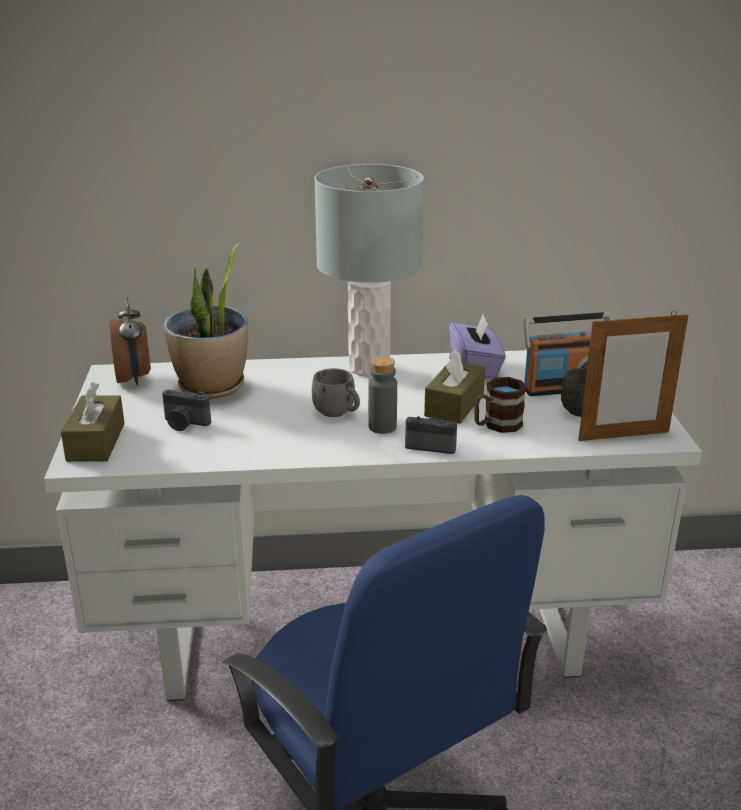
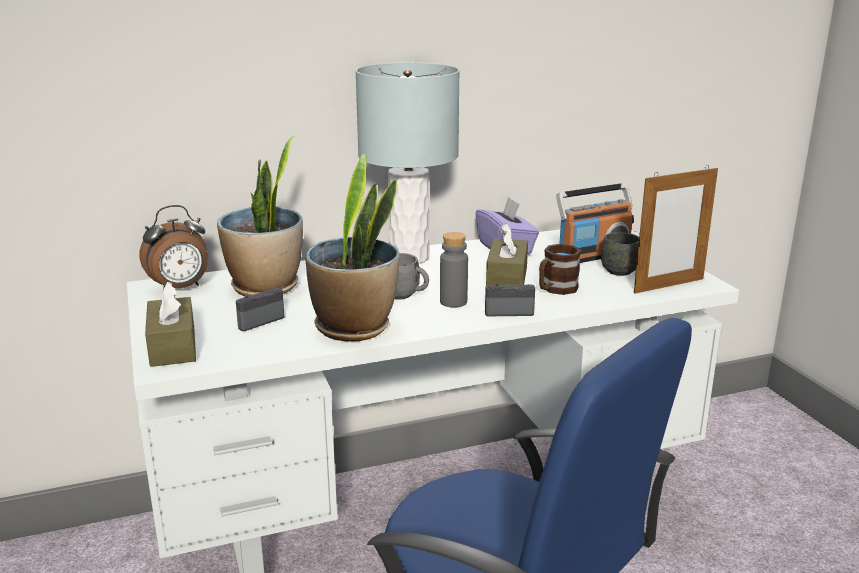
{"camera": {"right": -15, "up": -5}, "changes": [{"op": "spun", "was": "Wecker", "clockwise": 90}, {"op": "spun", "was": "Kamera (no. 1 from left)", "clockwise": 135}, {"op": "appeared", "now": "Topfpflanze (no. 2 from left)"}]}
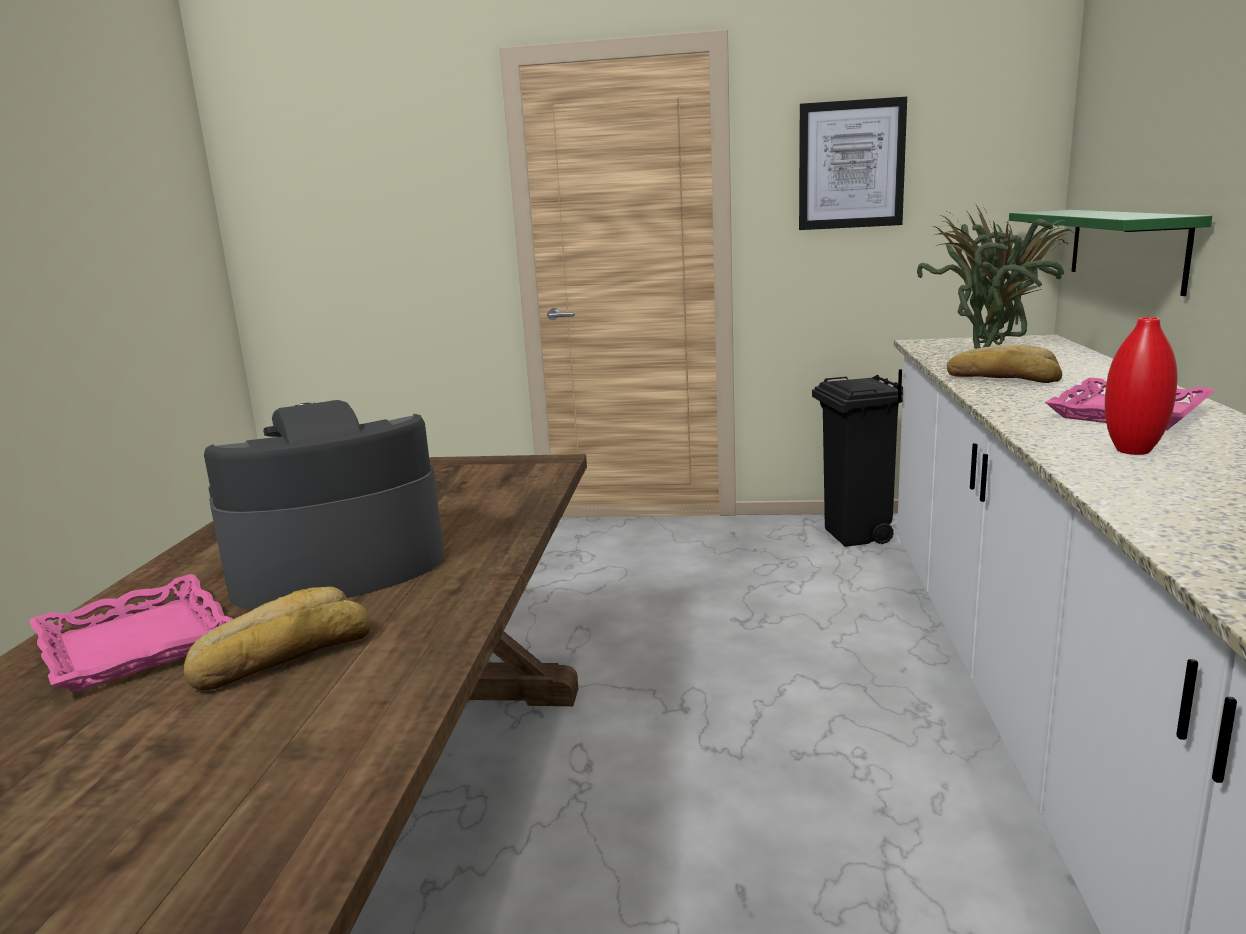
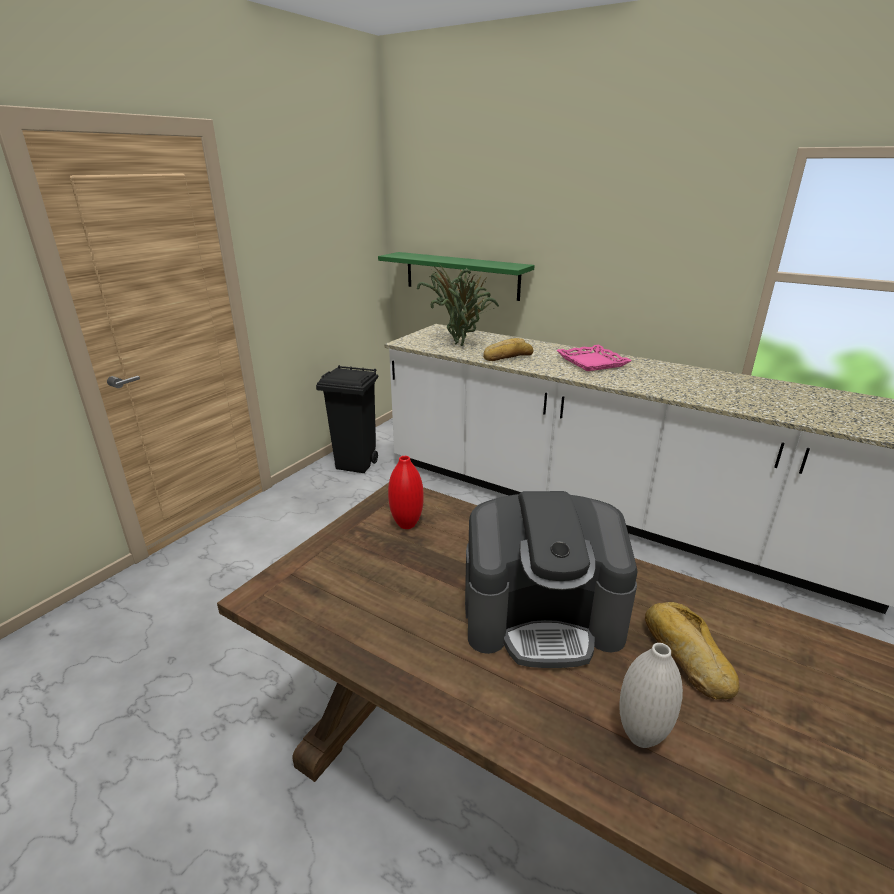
{"camera": {"right": -65, "up": 10}, "changes": [{"op": "relocated", "was": "Vase (rot)"}, {"op": "spun", "was": "Kaffeemaschine", "clockwise": -90}, {"op": "exchanged", "was": "Tablett (rosa) (no. 1 from left)", "now": "Vase (weiß)"}, {"op": "missing", "was": "Bild"}]}
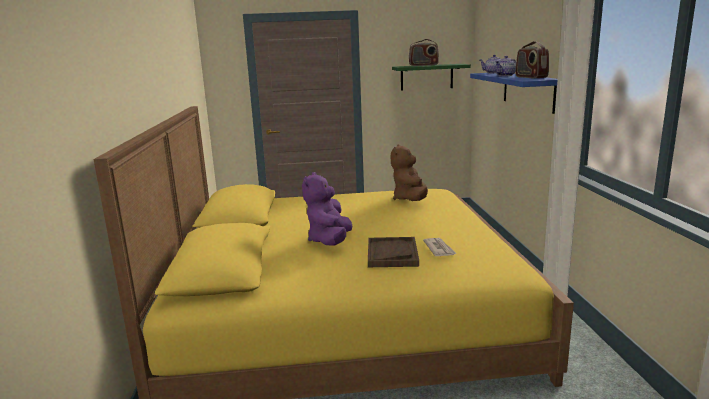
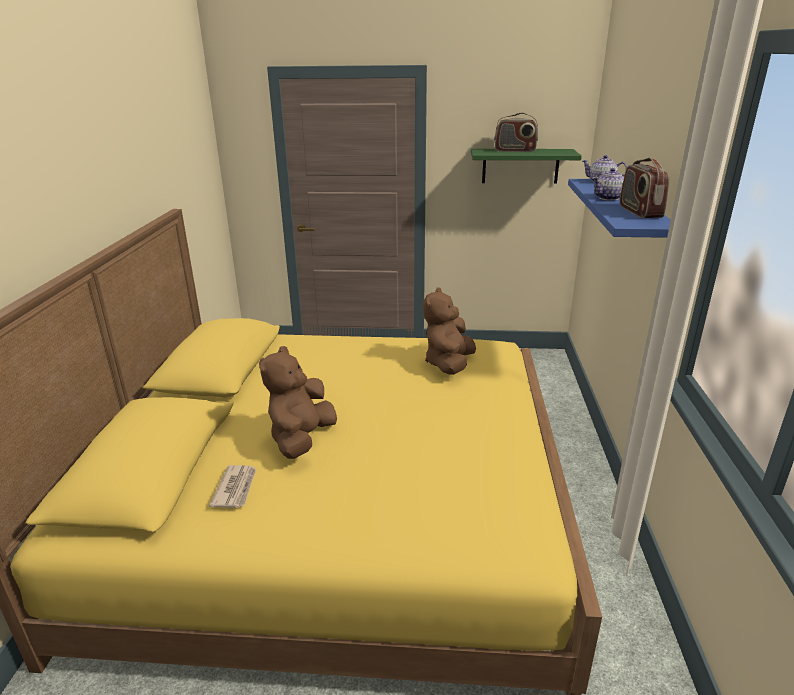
{"camera": {"right": 10, "up": 10}, "changes": [{"op": "relocated", "was": "Zeitung"}, {"op": "colour", "was": "Plüschtier (lila)", "now": "Plüschtier (braun) (no. 1 from left)"}, {"op": "missing", "was": "Tablett (braun)"}]}
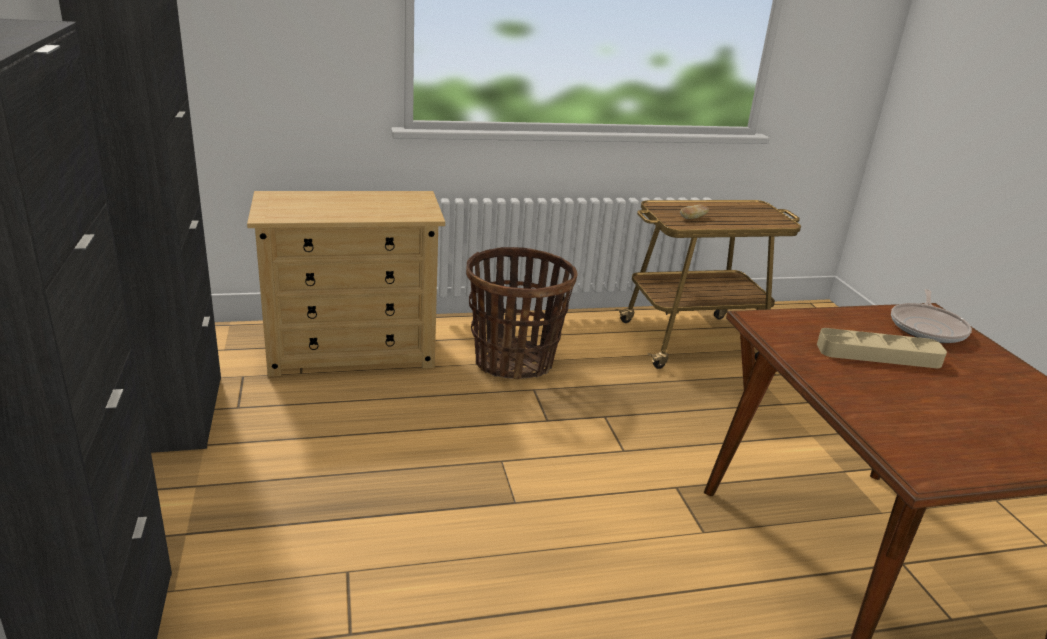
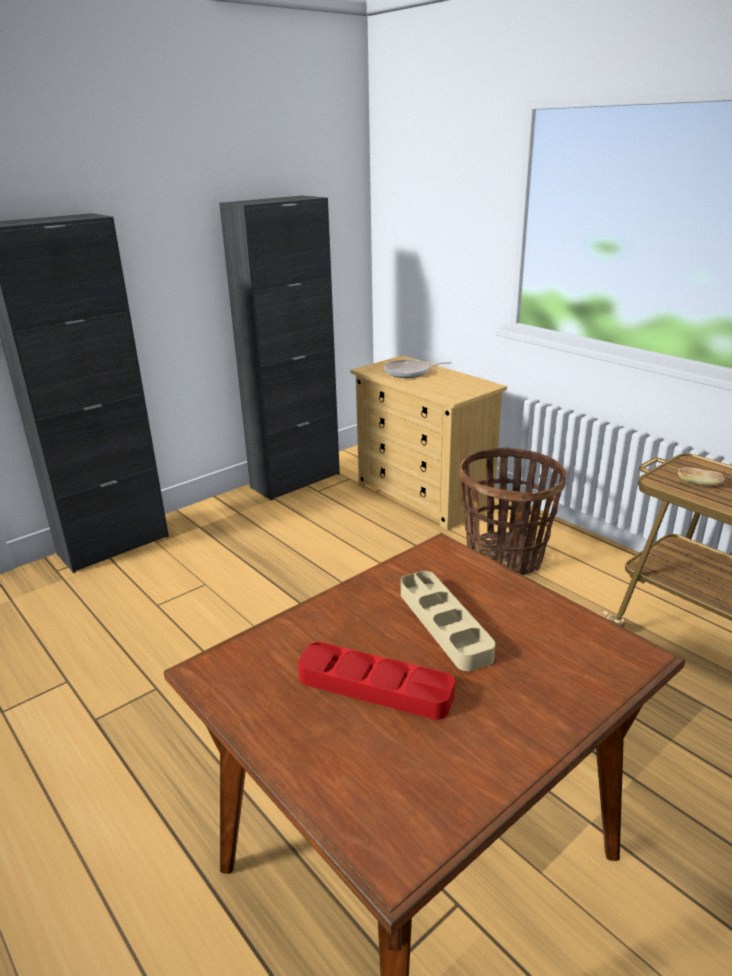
{"camera": {"right": 65, "up": 0}, "changes": [{"op": "appeared", "now": "Tablett (rot)"}, {"op": "relocated", "was": "Pfanne"}]}
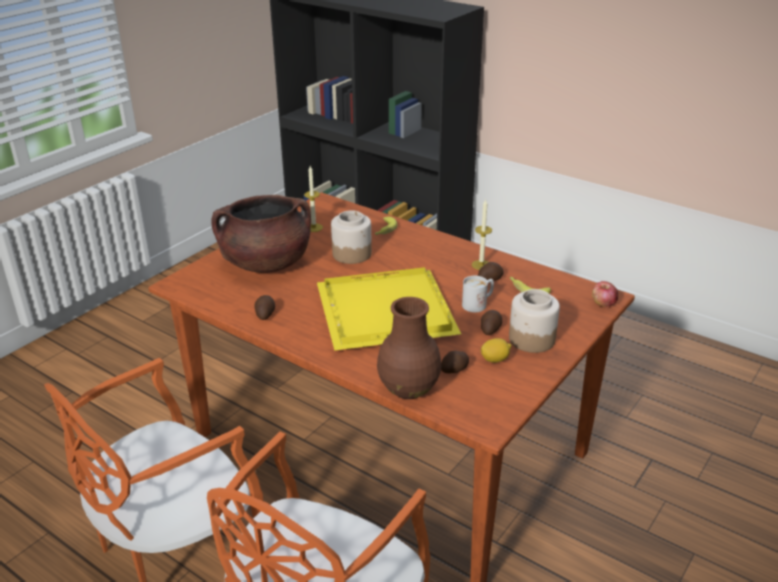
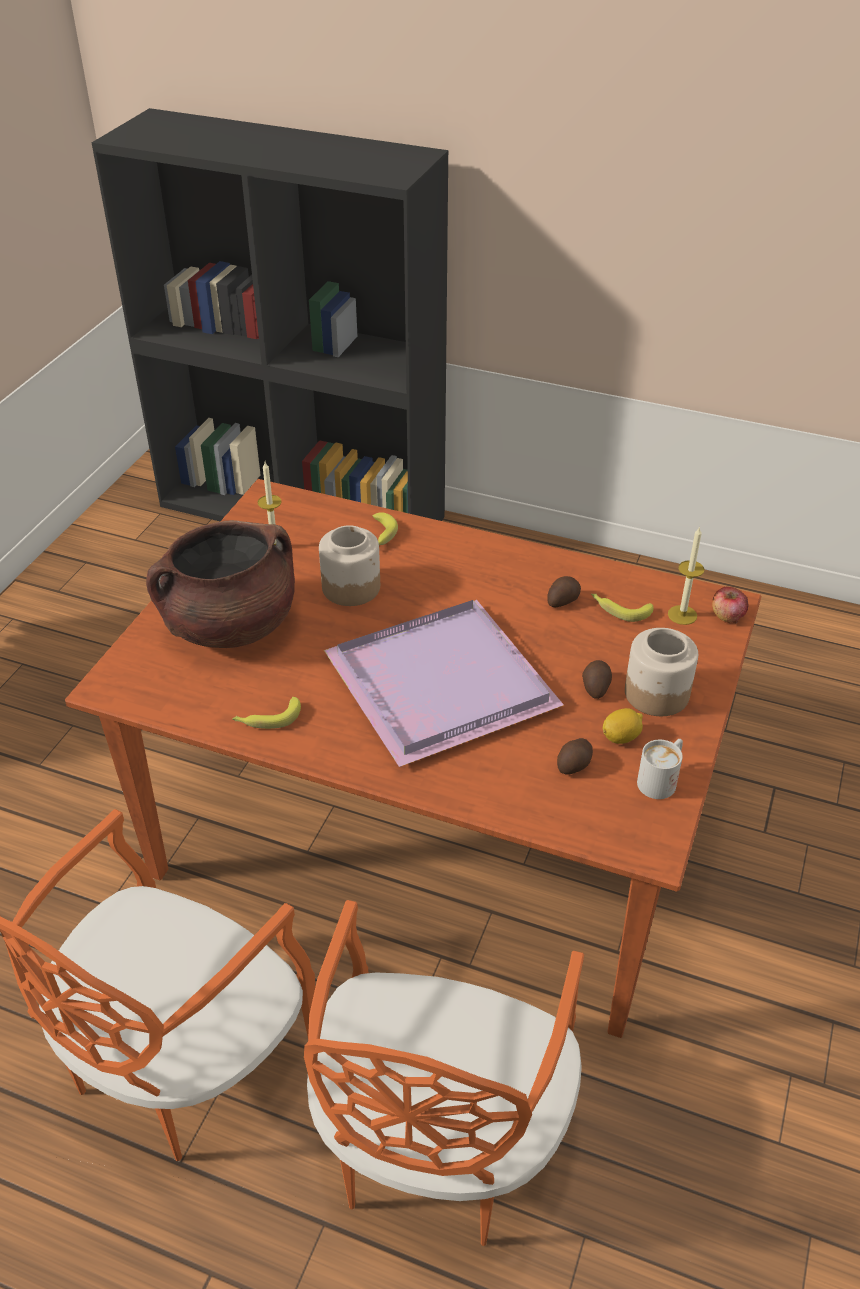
{"camera": {"right": -15, "up": 10}, "changes": [{"op": "exchanged", "was": "Kartoffel (no. 1 from left)", "now": "Banane (no. 1 from left)"}, {"op": "colour", "was": "Tablett (gelb)", "now": "Tablett (lila)"}, {"op": "relocated", "was": "Henkelbecher (weiß)"}, {"op": "relocated", "was": "Kerze (no. 2 from left)"}, {"op": "missing", "was": "Vase (braun)"}]}
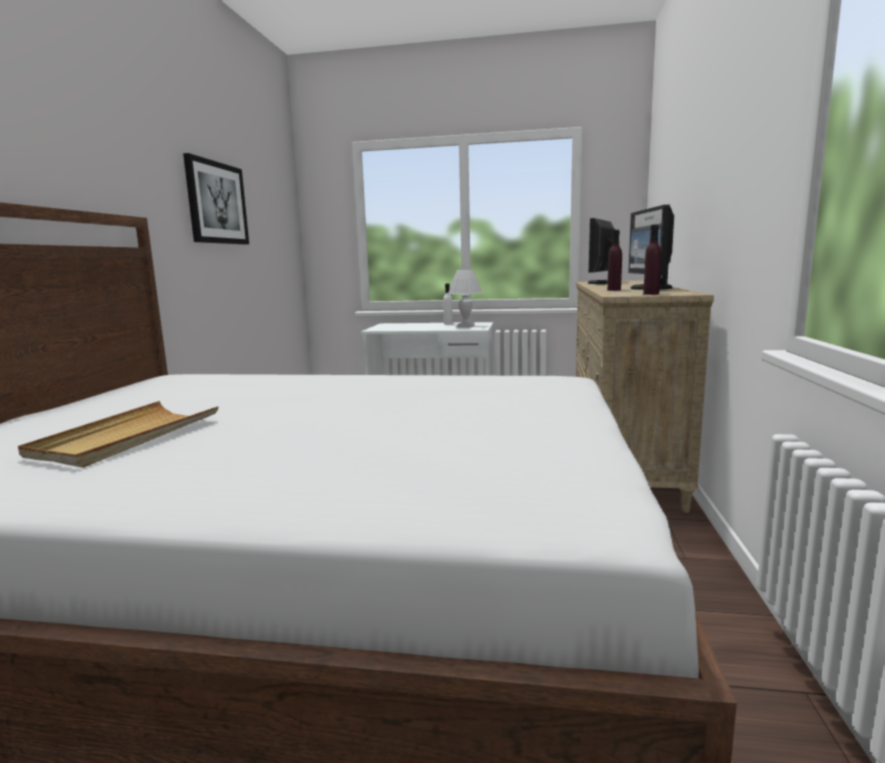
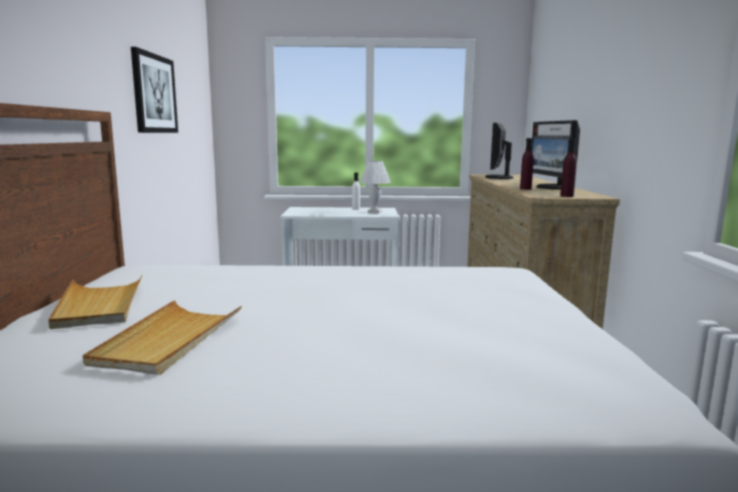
{"camera": {"right": -10, "up": 0}, "changes": [{"op": "appeared", "now": "Tablett (beige) (no. 1 from left)"}]}
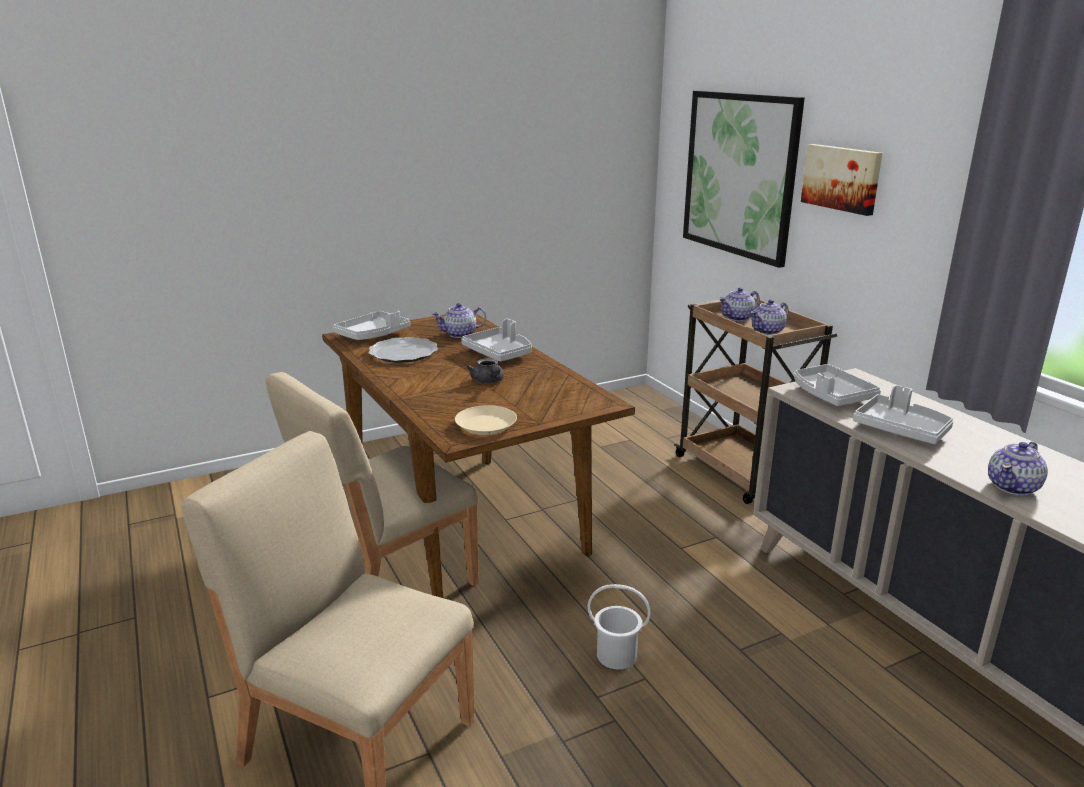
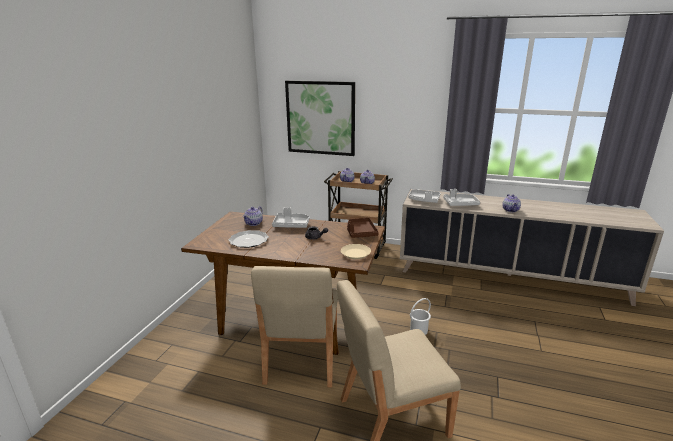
{"camera": {"right": -45, "up": 0}, "changes": [{"op": "appeared", "now": "Tablett (braun)"}, {"op": "missing", "was": "Tablett (grau) (no. 1 from left)"}, {"op": "missing", "was": "Bild (no. 2 from left)"}]}
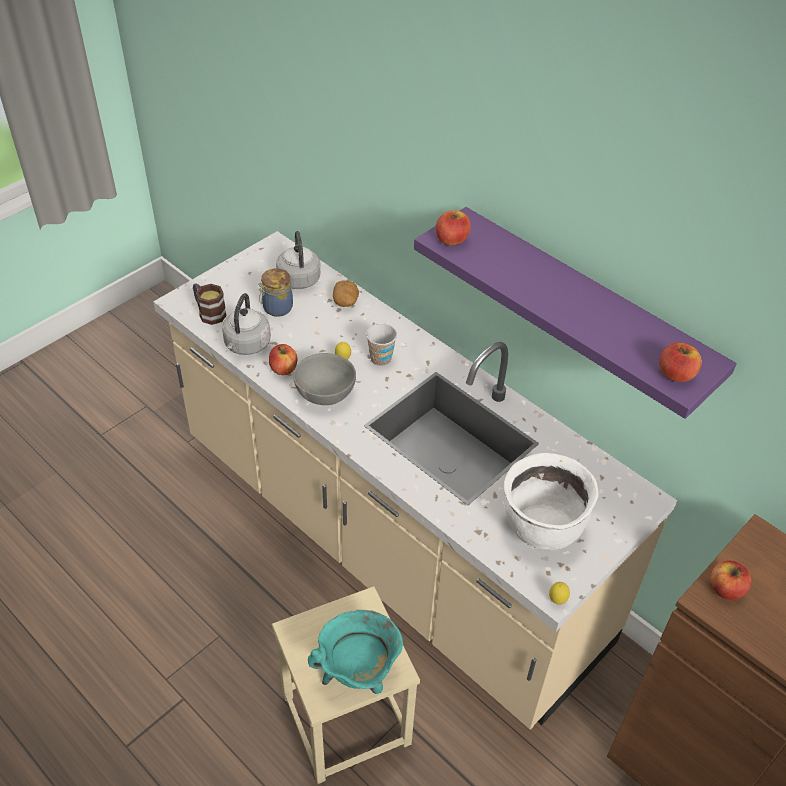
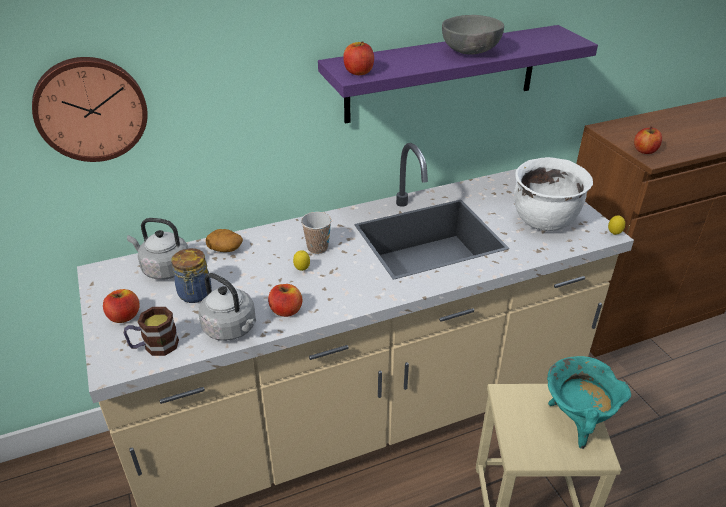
{"camera": {"right": -65, "up": -10}, "changes": [{"op": "appeared", "now": "Wanduhr"}, {"op": "relocated", "was": "Apfel (no. 3 from left in the first image)", "now": "Apfel (no. 1 from left)"}, {"op": "relocated", "was": "Schüssel (grau)"}]}
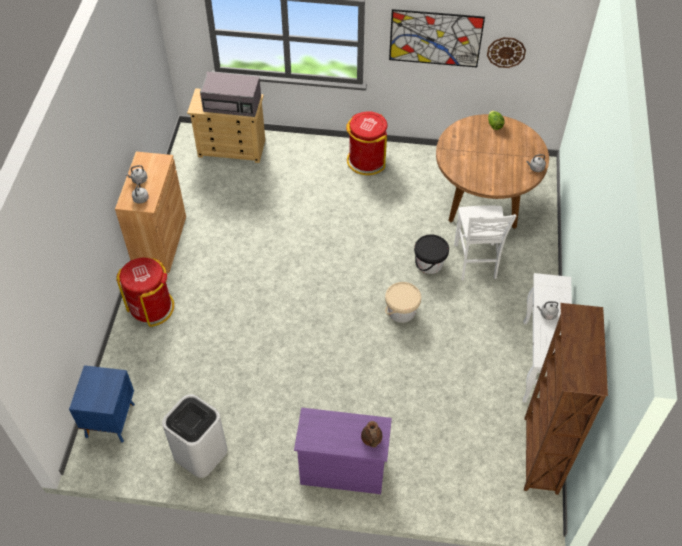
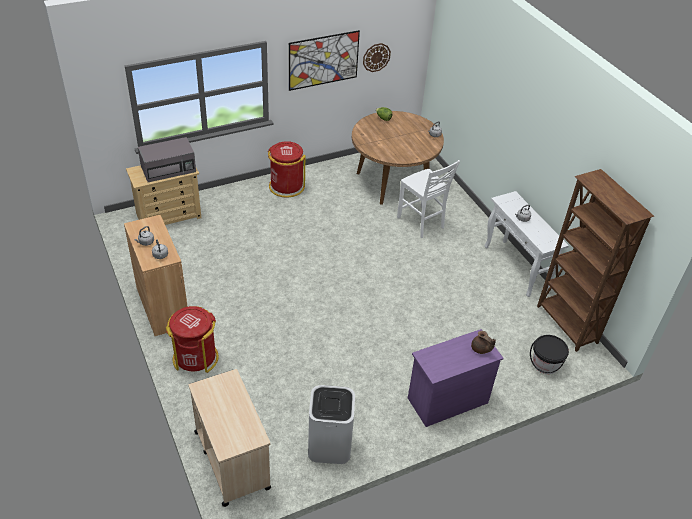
{"camera": {"right": -35, "up": -10}, "changes": [{"op": "exchanged", "was": "Nachttisch (blau)", "now": "Rollwagen (beige)"}, {"op": "relocated", "was": "Eimer (schwarz)"}, {"op": "missing", "was": "Eimer (beige)"}]}
